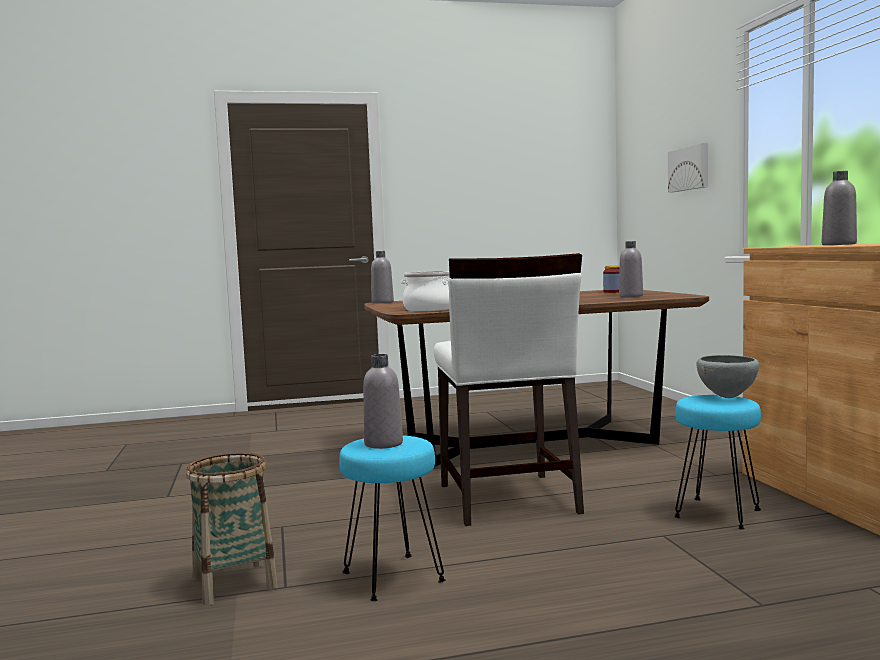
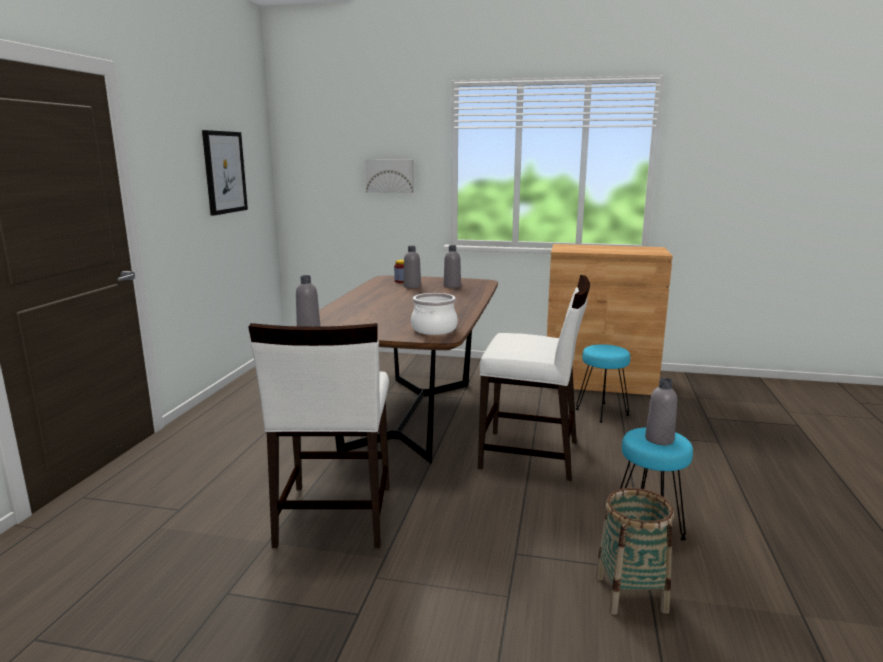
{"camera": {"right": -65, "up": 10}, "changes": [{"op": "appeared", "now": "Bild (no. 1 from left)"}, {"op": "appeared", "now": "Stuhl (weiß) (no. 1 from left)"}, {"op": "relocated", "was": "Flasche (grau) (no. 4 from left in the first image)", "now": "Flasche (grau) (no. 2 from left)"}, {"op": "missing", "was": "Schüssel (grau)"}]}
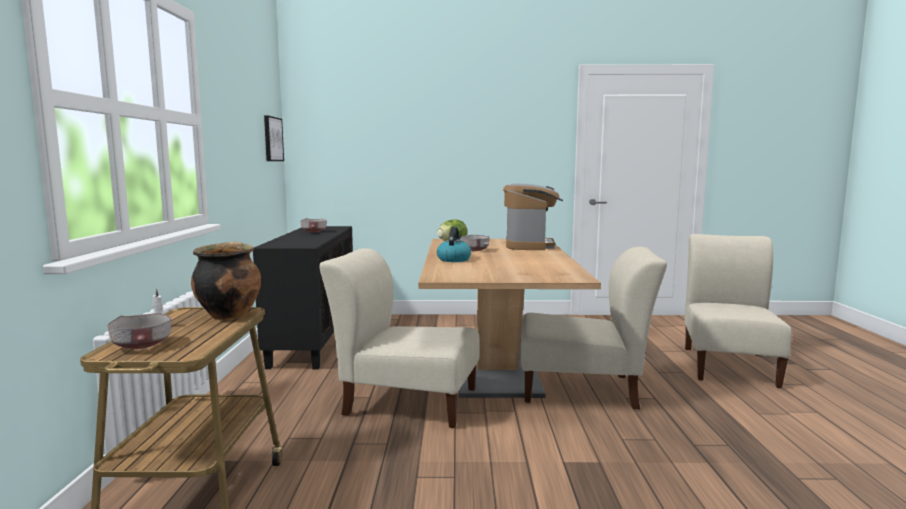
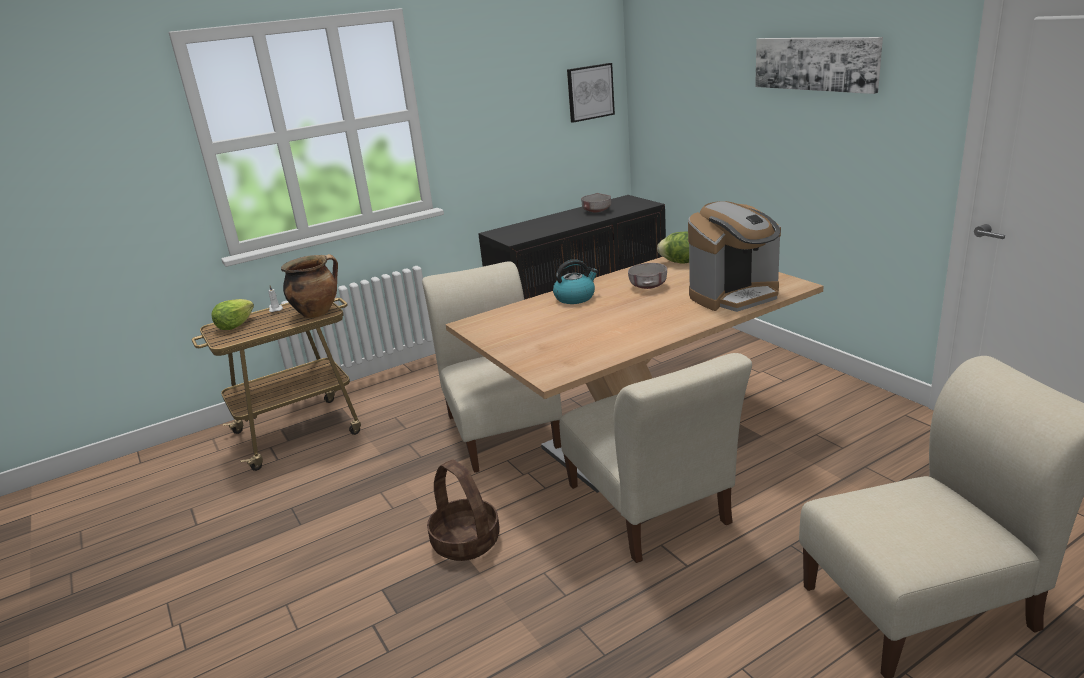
{"camera": {"right": 60, "up": 15}, "changes": [{"op": "exchanged", "was": "Schüssel (grau) (no. 1 from left)", "now": "Salatkopf (no. 1 from left)"}, {"op": "appeared", "now": "Korb"}, {"op": "appeared", "now": "Bild (no. 2 from left)"}]}
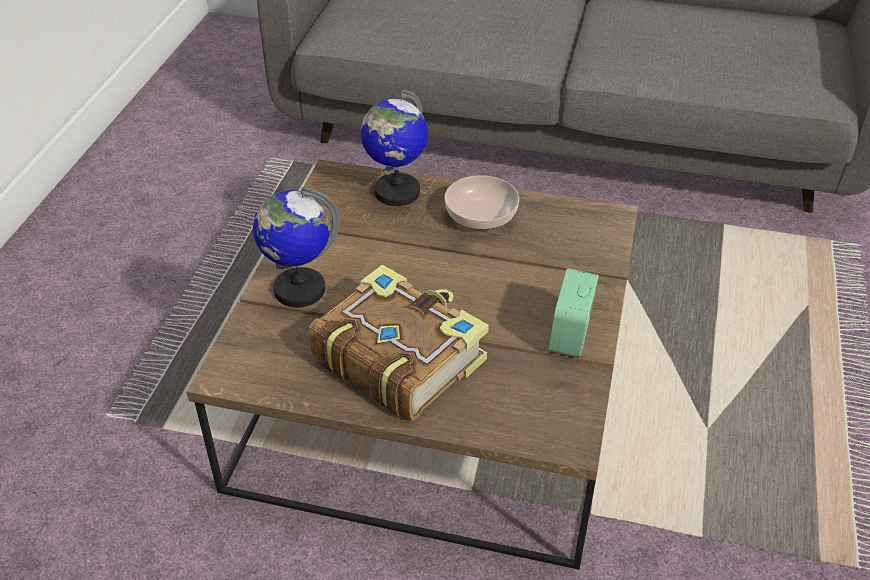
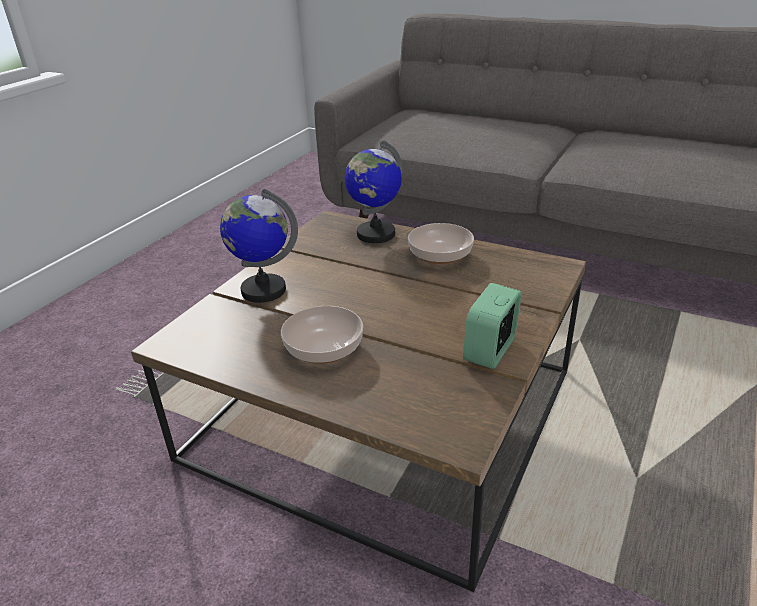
{"camera": {"right": 15, "up": -10}, "changes": [{"op": "exchanged", "was": "Buch", "now": "Schüssel (no. 1 from left)"}]}
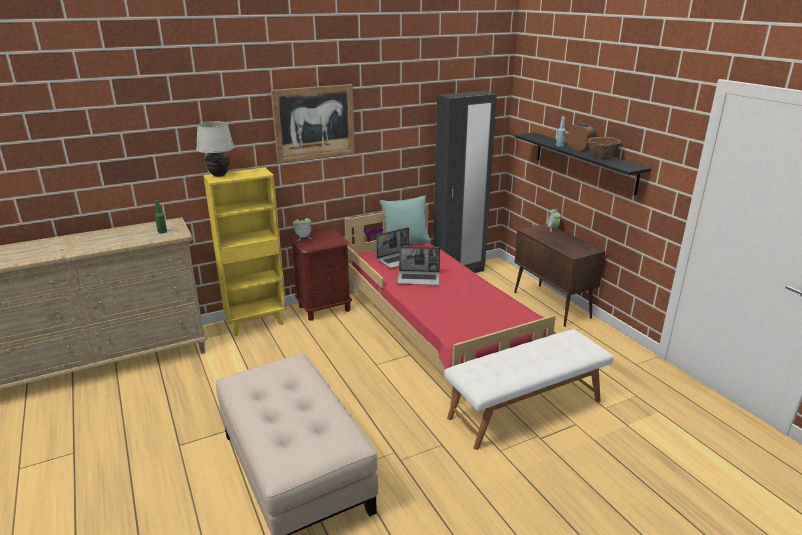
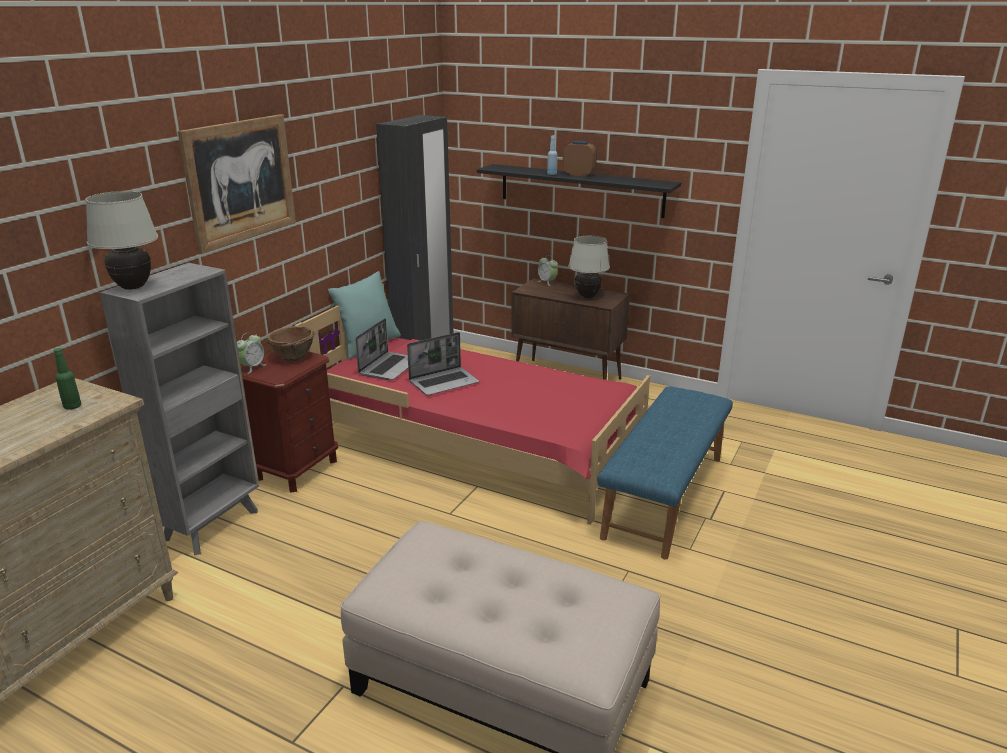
{"camera": {"right": -35, "up": 0}, "changes": [{"op": "colour", "was": "Bücherregal (gelb)", "now": "Bücherregal (grau)"}, {"op": "relocated", "was": "Schüssel (braun)"}, {"op": "appeared", "now": "Tischlampe (weiß) (no. 2 from left)"}, {"op": "colour", "was": "Bank (weiß)", "now": "Bank (blau)"}]}
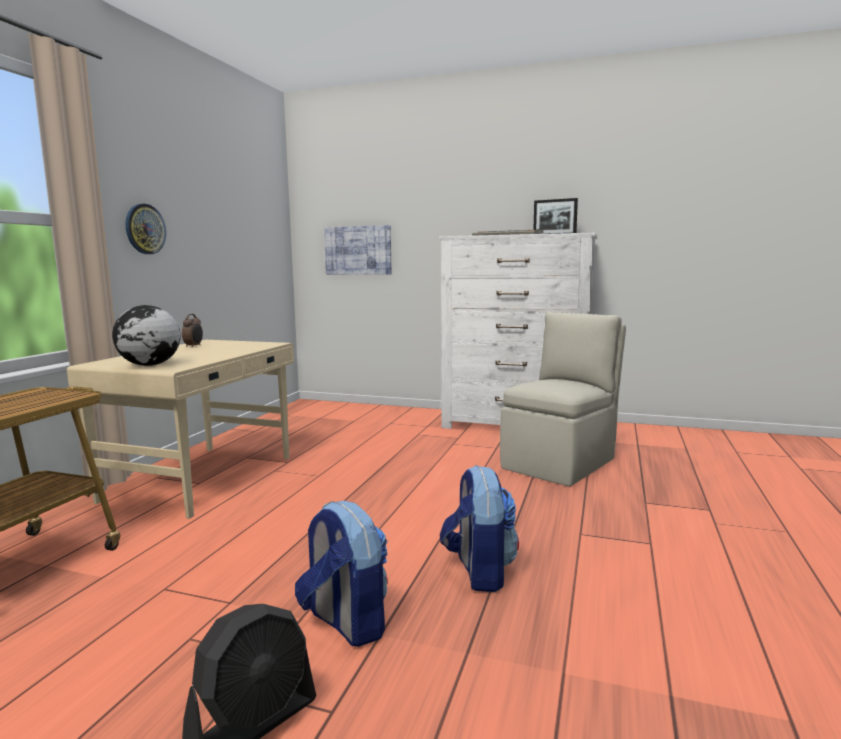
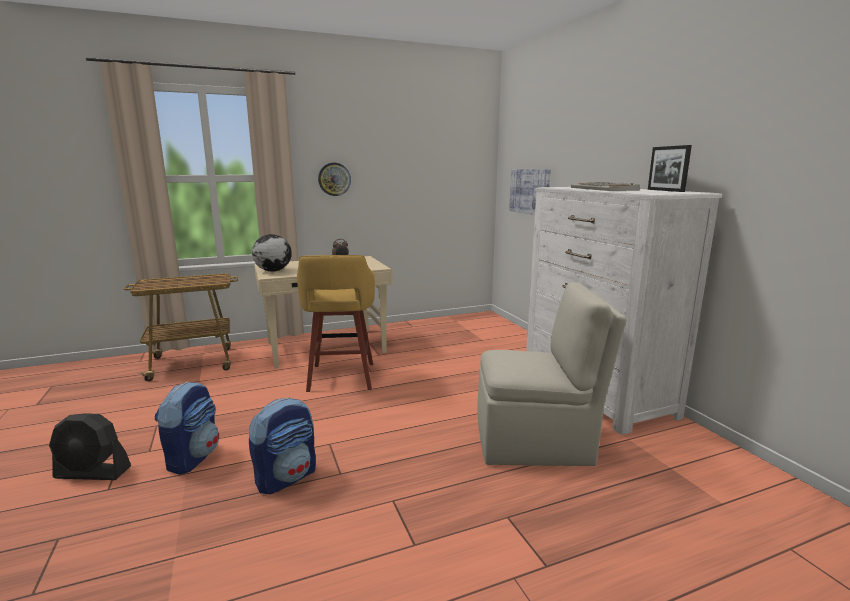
{"camera": {"right": 50, "up": 5}, "changes": [{"op": "appeared", "now": "Hocker (gelb)"}]}
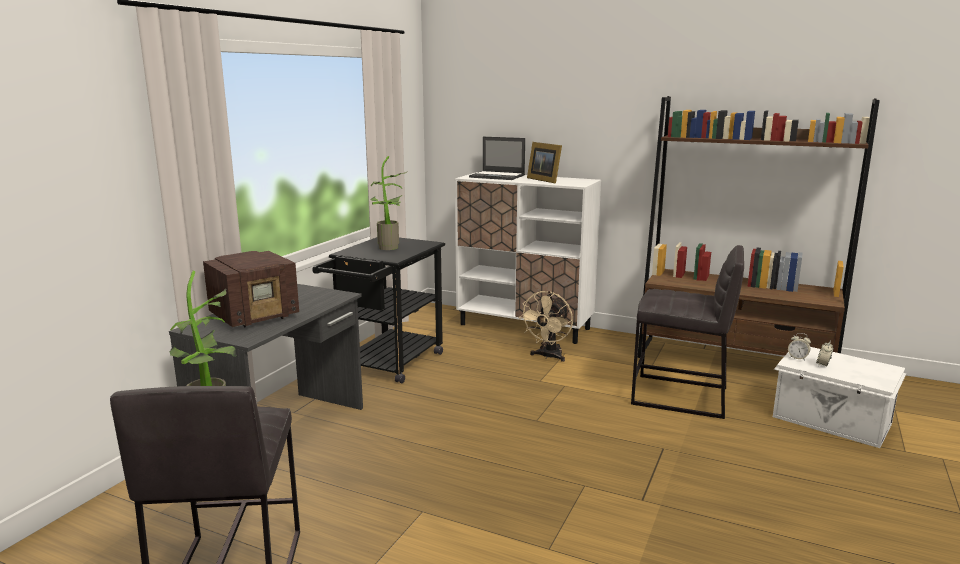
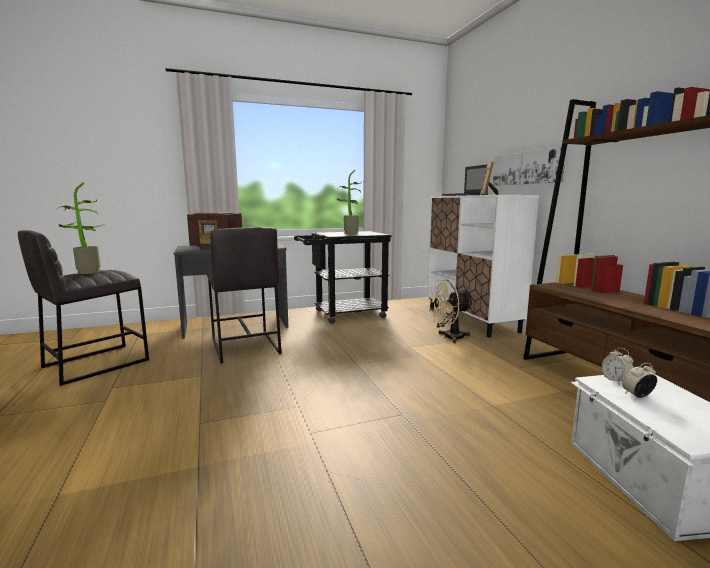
{"camera": {"right": 45, "up": -5}, "changes": [{"op": "relocated", "was": "Hocker (grau) (no. 2 from left)"}, {"op": "appeared", "now": "Bild"}]}
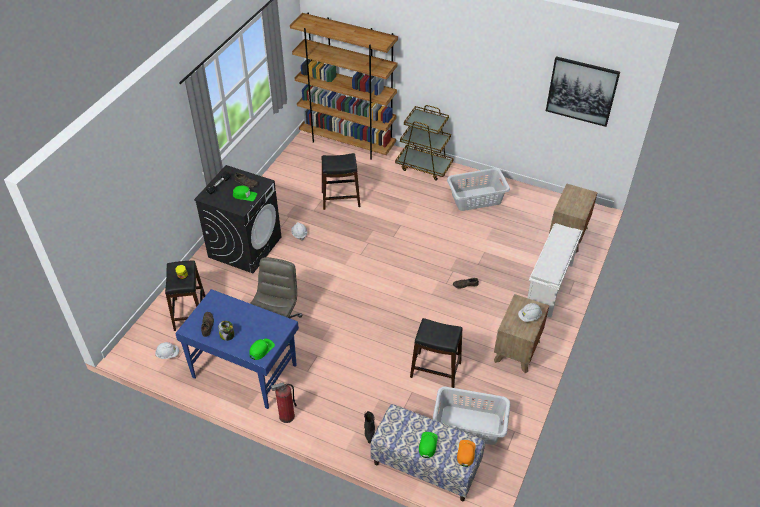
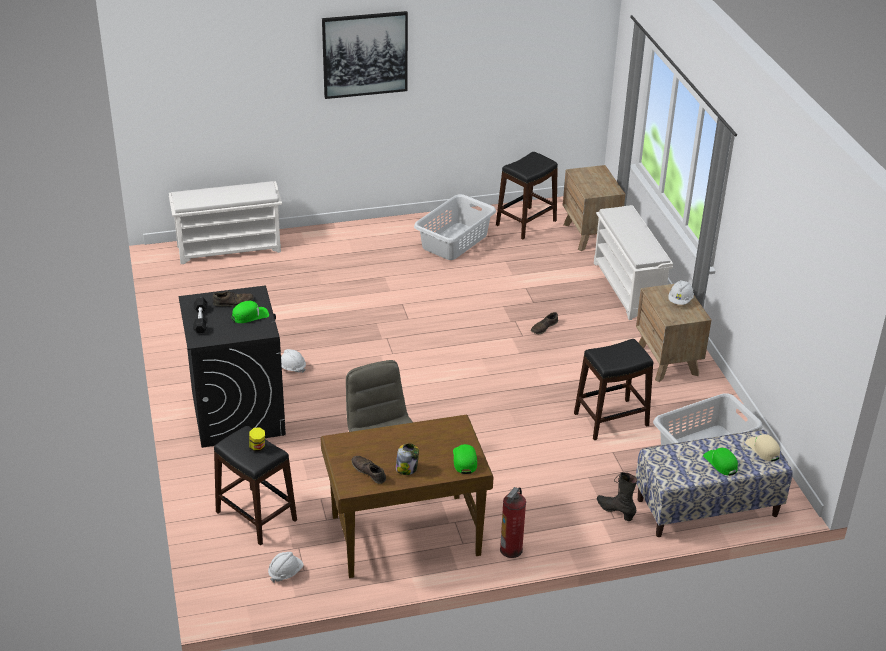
{"camera": {"right": -40, "up": -10}, "changes": [{"op": "exchanged", "was": "Bücherregal (braun)", "now": "Schuhregal (weiß) (no. 1 from left)"}, {"op": "colour", "was": "Schreibtisch (blau)", "now": "Schreibtisch (braun)"}, {"op": "relocated", "was": "Bild"}, {"op": "relocated", "was": "Hocker (schwarz) (no. 2 from left)"}, {"op": "colour", "was": "Kappe (orange)", "now": "Kappe (beige)"}, {"op": "missing", "was": "Rollwagen (braun)"}]}
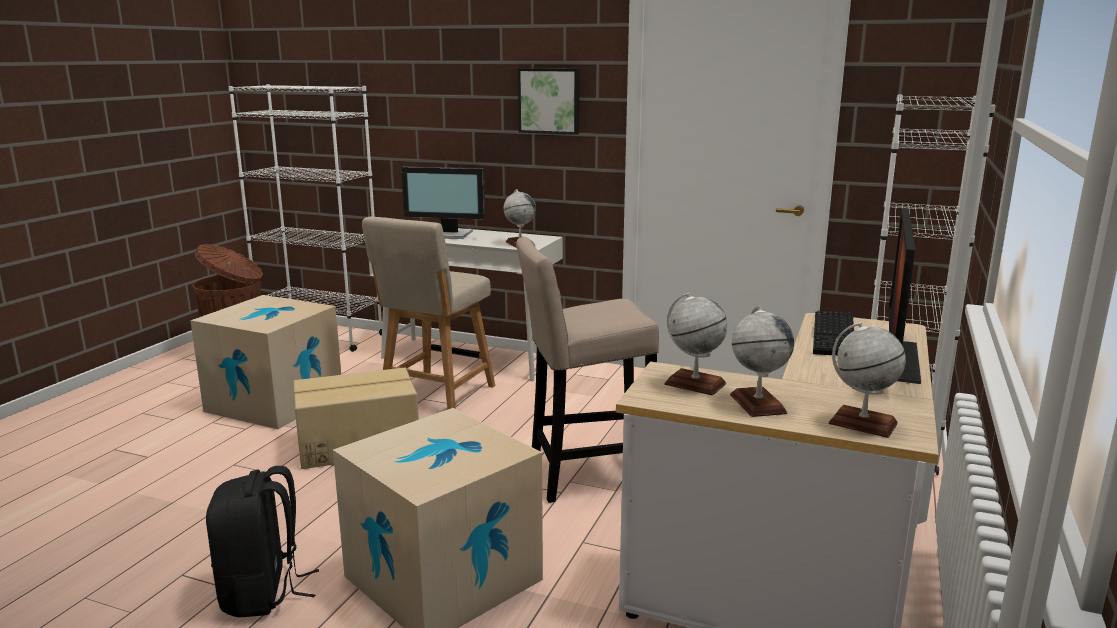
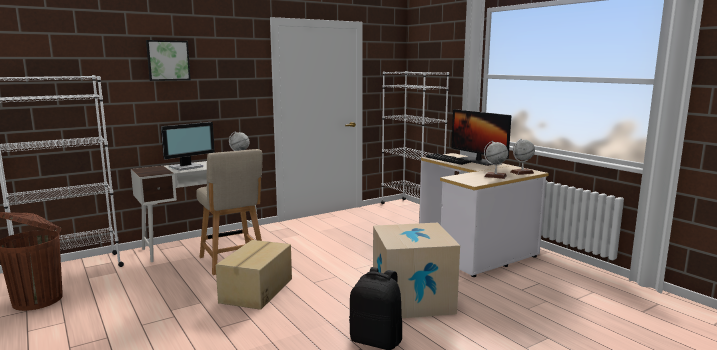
{"camera": {"right": -55, "up": -5}, "changes": [{"op": "relocated", "was": "Bild"}, {"op": "missing", "was": "Karton (no. 1 from left)"}, {"op": "missing", "was": "Hocker (beige)"}, {"op": "missing", "was": "Globus (no. 2 from left)"}]}
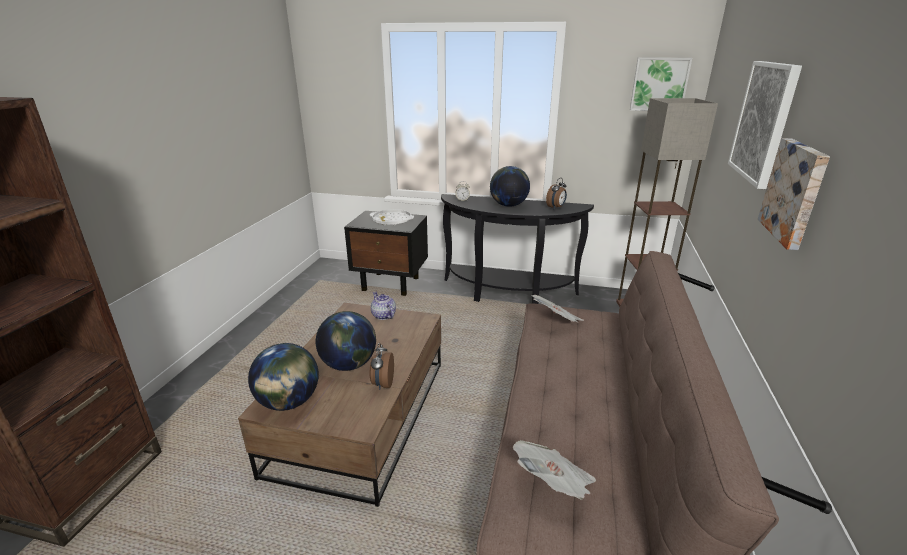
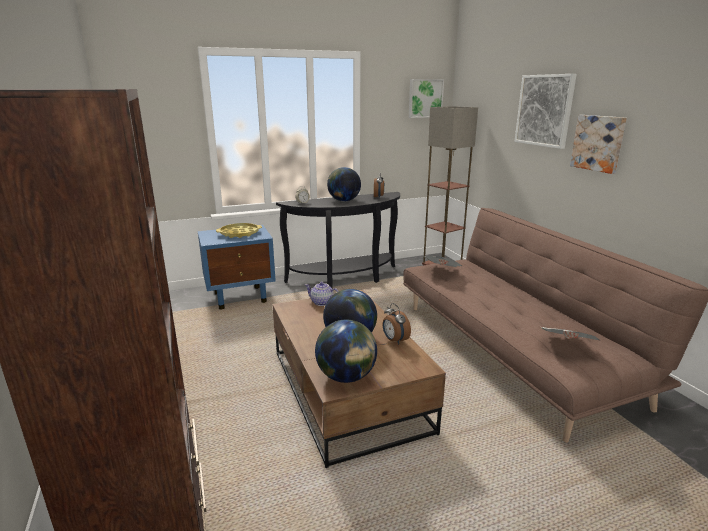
{"camera": {"right": -35, "up": -5}, "changes": [{"op": "colour", "was": "Nachttisch (schwarz)", "now": "Nachttisch (blau)"}, {"op": "colour", "was": "Tablett (weiß)", "now": "Tablett (gelb)"}]}
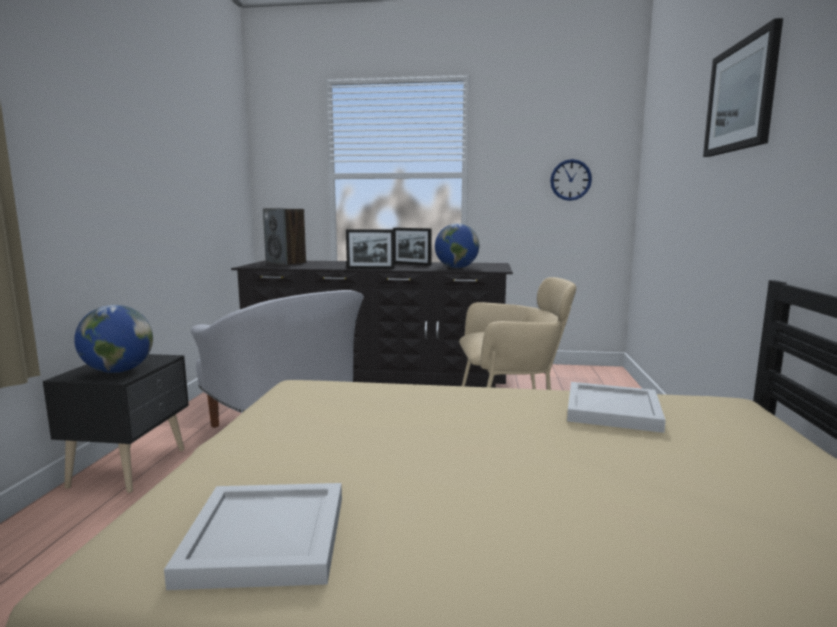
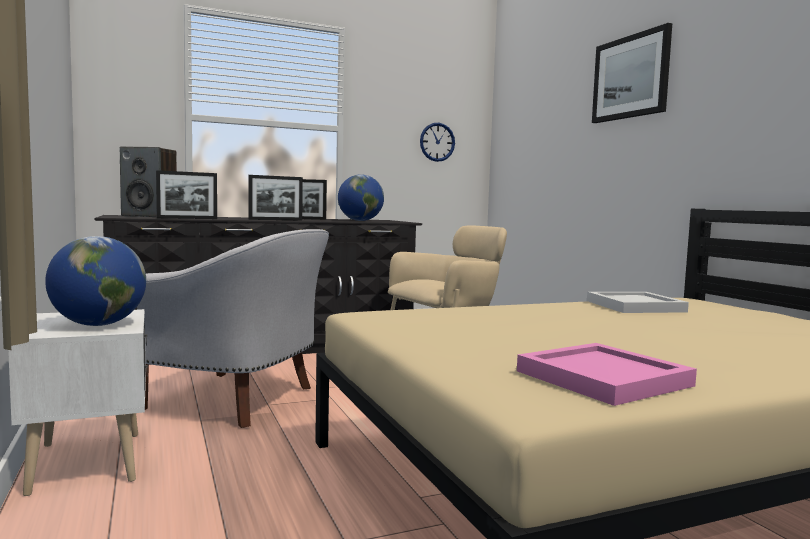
{"camera": {"right": -30, "up": -5}, "changes": [{"op": "colour", "was": "Nachttisch (schwarz)", "now": "Nachttisch (weiß)"}, {"op": "appeared", "now": "Bilderrahmen (no. 1 from left)"}, {"op": "colour", "was": "Tablett (weiß) (no. 1 from left)", "now": "Tablett (rosa)"}]}
